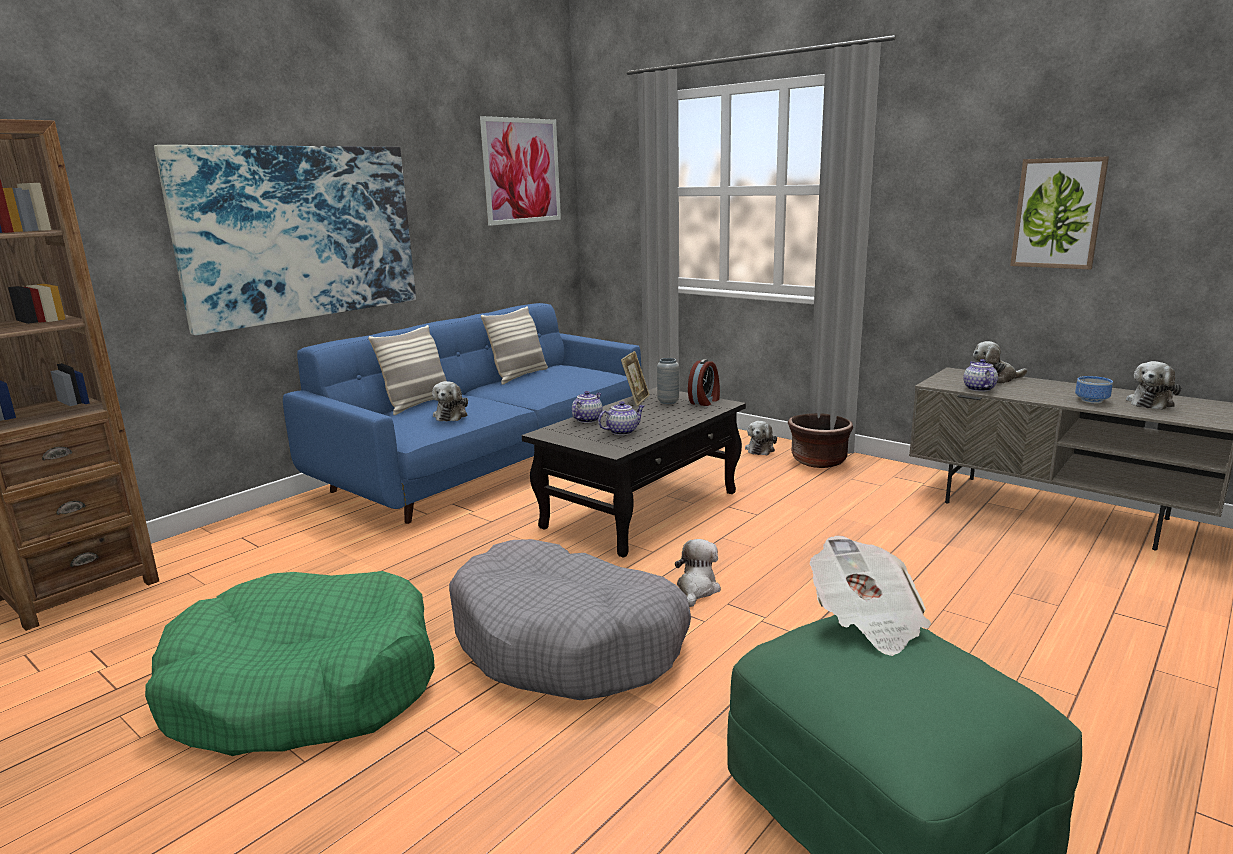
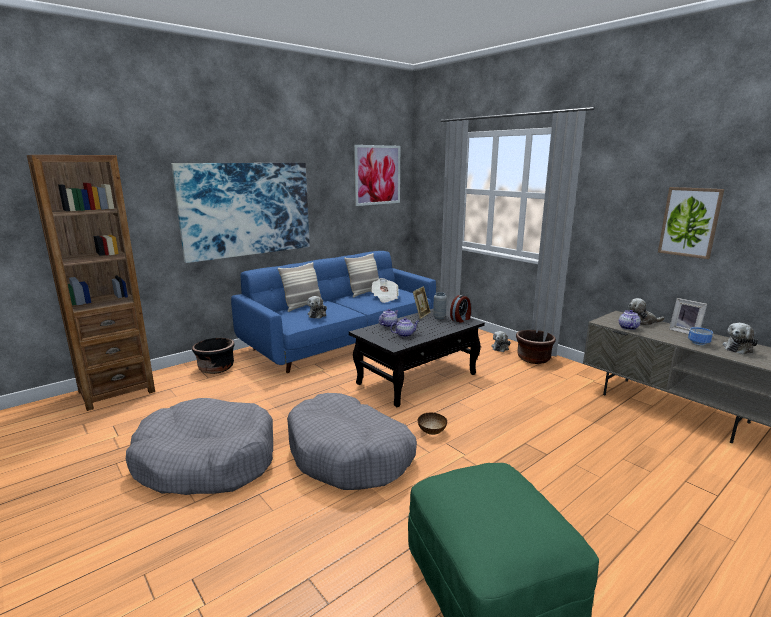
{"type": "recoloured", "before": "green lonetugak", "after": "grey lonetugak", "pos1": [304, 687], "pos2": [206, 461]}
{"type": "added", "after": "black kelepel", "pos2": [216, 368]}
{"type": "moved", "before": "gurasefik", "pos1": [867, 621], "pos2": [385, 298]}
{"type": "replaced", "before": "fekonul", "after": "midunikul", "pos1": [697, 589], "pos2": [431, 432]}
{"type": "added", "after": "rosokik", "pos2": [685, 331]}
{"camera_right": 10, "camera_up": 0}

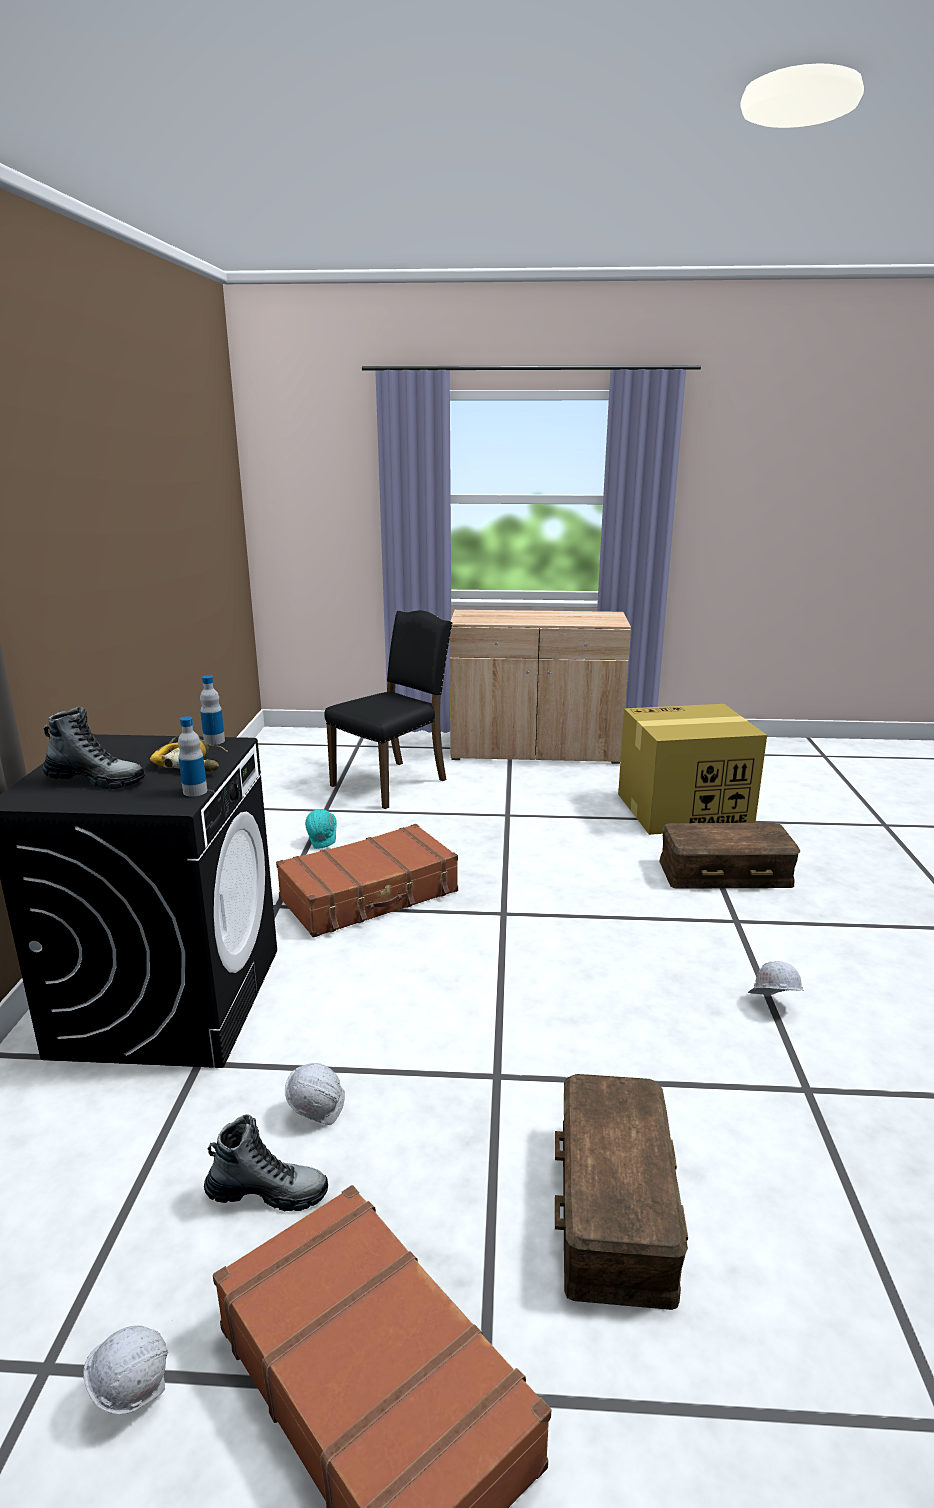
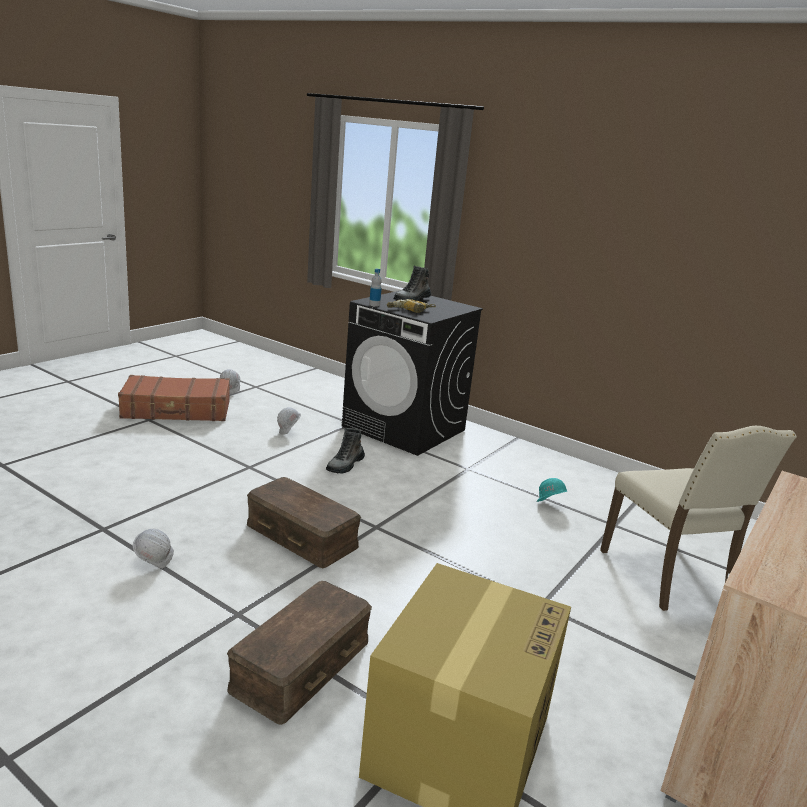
{"type": "moved", "before": "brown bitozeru", "pos1": [617, 1206], "pos2": [300, 536]}
{"type": "moved", "before": "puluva", "pos1": [267, 1193], "pos2": [345, 465]}
{"type": "recoloured", "before": "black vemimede", "after": "beige vemimede", "pos1": [393, 782], "pos2": [668, 577]}
{"type": "removed", "before": "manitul", "pos1": [214, 741]}
{"type": "removed", "before": "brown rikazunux", "pos1": [370, 896]}
{"camera_right": 120, "camera_up": 0}

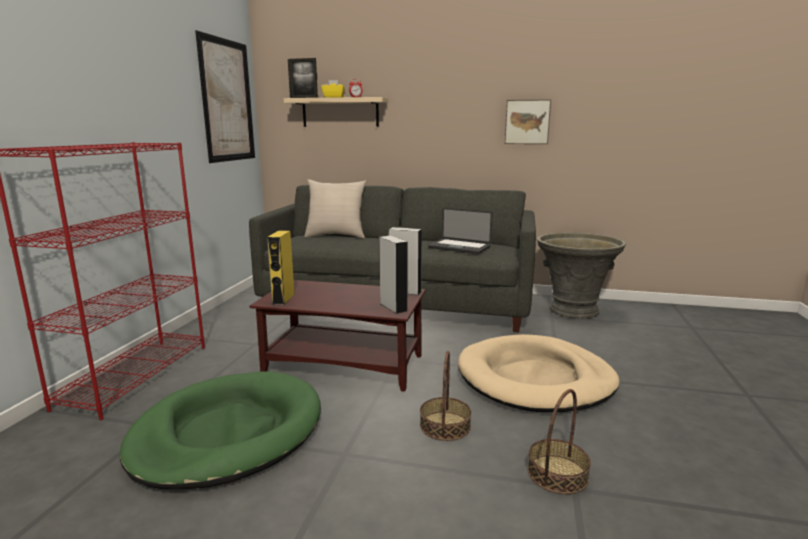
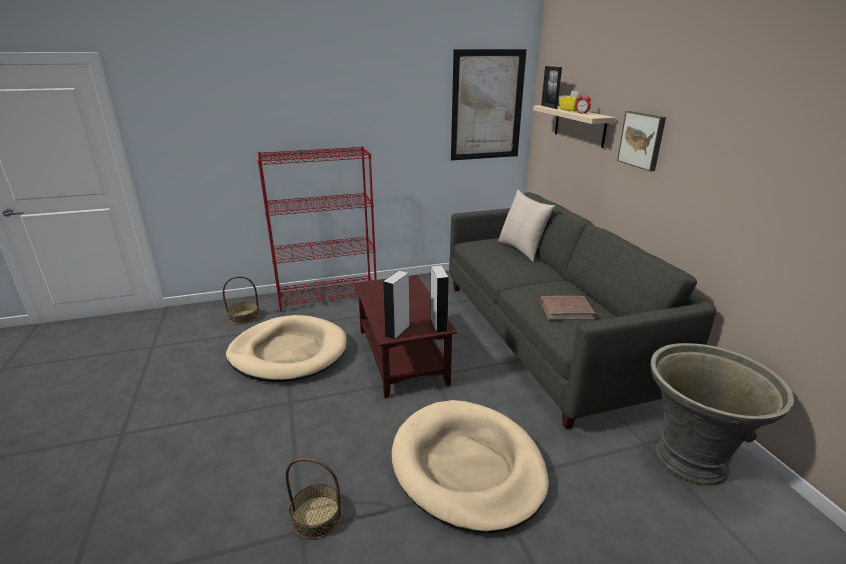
{"type": "moved", "before": "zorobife", "pos1": [444, 425], "pos2": [244, 317]}
{"type": "recoloured", "before": "green lonetugak", "after": "beige lonetugak", "pos1": [228, 433], "pos2": [288, 352]}
{"type": "replaced", "before": "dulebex", "after": "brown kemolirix", "pos1": [459, 247], "pos2": [566, 310]}
{"type": "moved", "before": "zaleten", "pos1": [527, 122], "pos2": [642, 140]}
{"type": "removed", "before": "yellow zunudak", "pos1": [283, 299]}
{"camera_right": 60, "camera_up": 10}

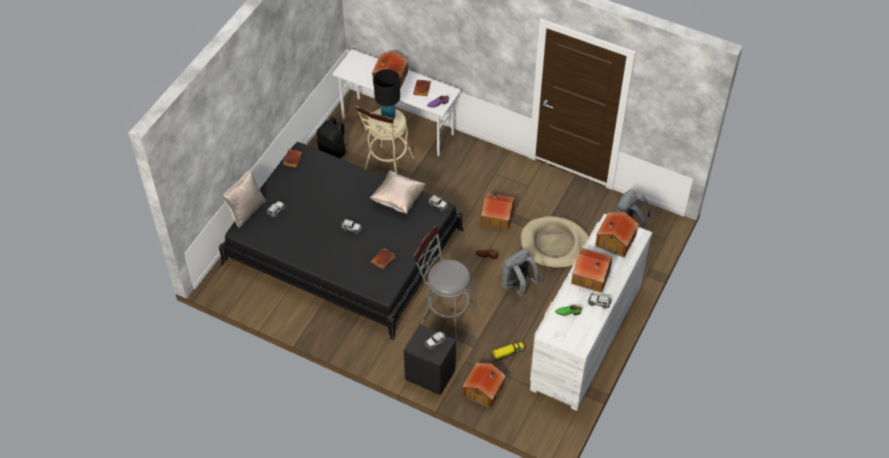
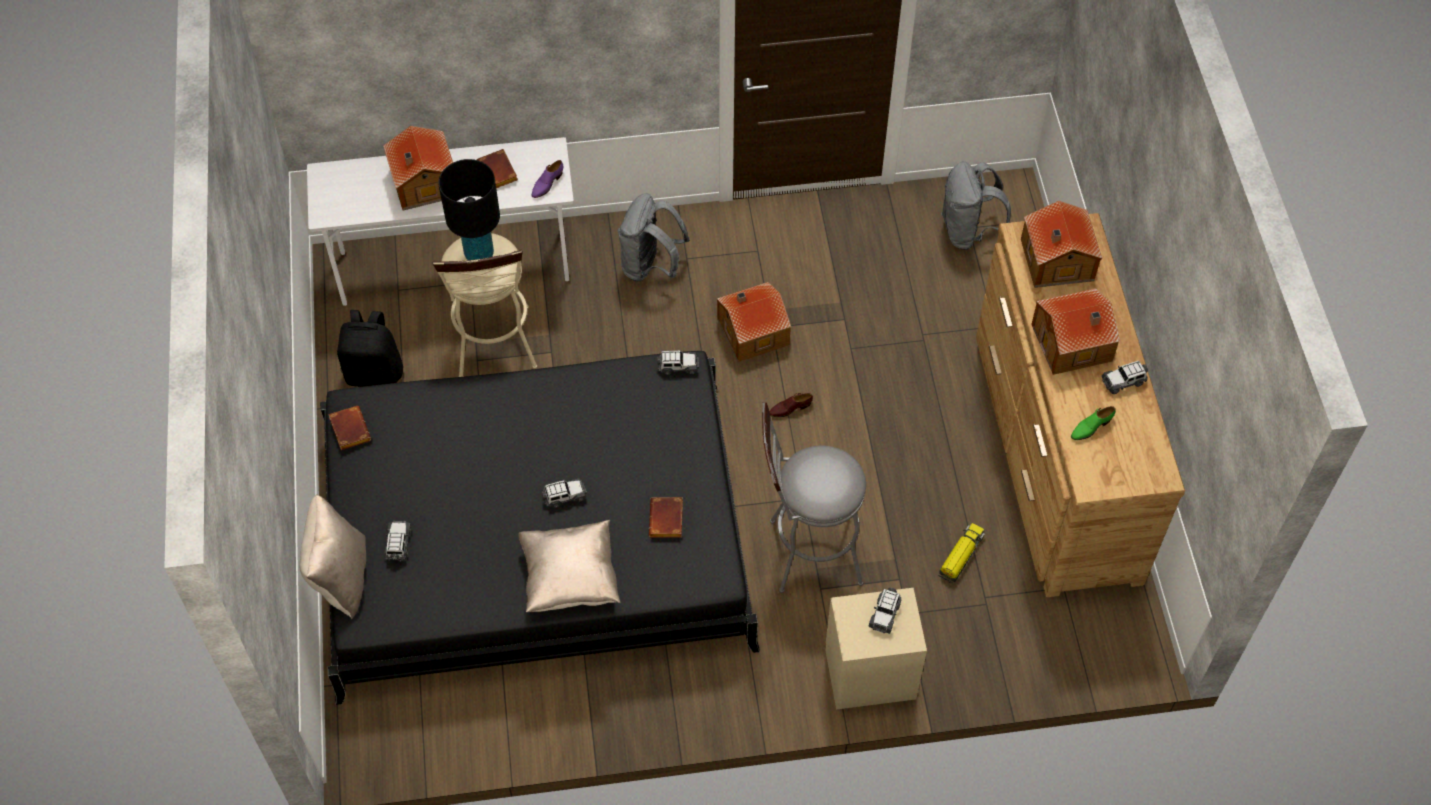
{"type": "moved", "before": "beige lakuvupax", "pos1": [398, 199], "pos2": [570, 579]}
{"type": "moved", "before": "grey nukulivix", "pos1": [517, 286], "pos2": [650, 266]}
{"type": "recoloured", "before": "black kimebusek", "after": "beige kimebusek", "pos1": [430, 375], "pos2": [870, 674]}
{"type": "recoloured", "before": "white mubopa", "after": "brown mubopa", "pos1": [585, 337], "pos2": [1055, 454]}
{"type": "removed", "before": "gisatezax", "pos1": [484, 390]}
{"type": "removed", "before": "beige lonetugak", "pos1": [554, 245]}
{"camera_right": -35, "camera_up": 5}

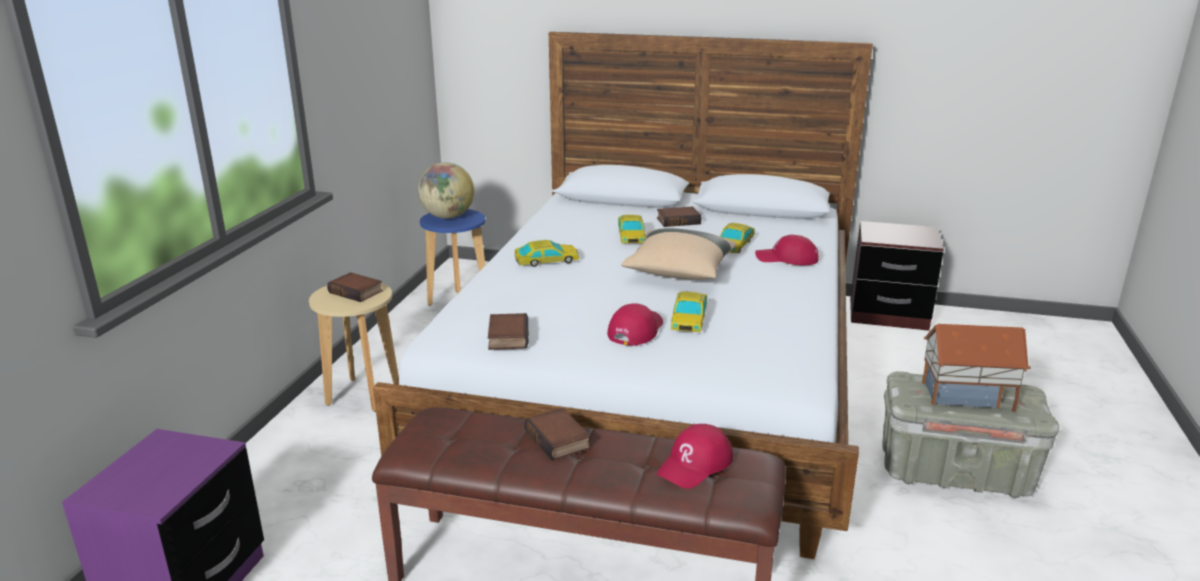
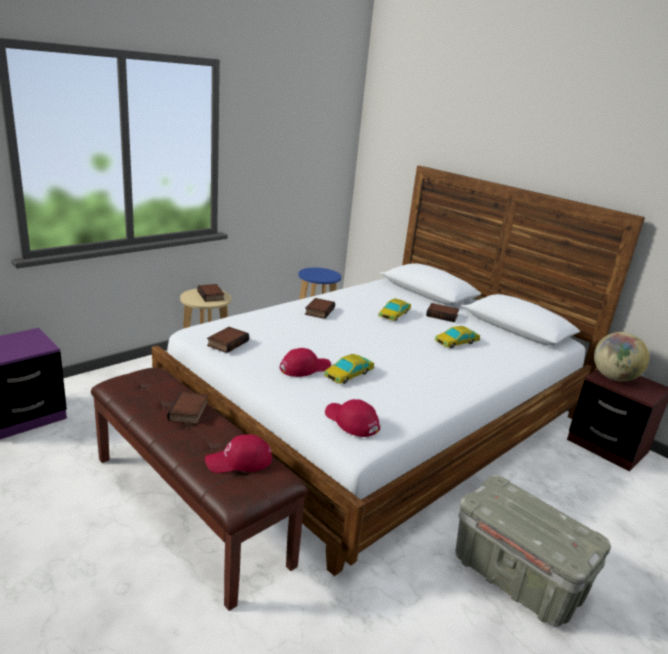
{"type": "replaced", "before": "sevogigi", "after": "kemolirix", "pos1": [546, 261], "pos2": [319, 311]}
{"type": "moved", "before": "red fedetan", "pos1": [786, 258], "pos2": [351, 421]}
{"type": "moved", "before": "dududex", "pos1": [447, 217], "pos2": [613, 378]}
{"type": "removed", "before": "beige lakuvupax", "pos1": [678, 273]}
{"type": "removed", "before": "gisatezax", "pos1": [967, 397]}
{"camera_right": 30, "camera_up": 0}

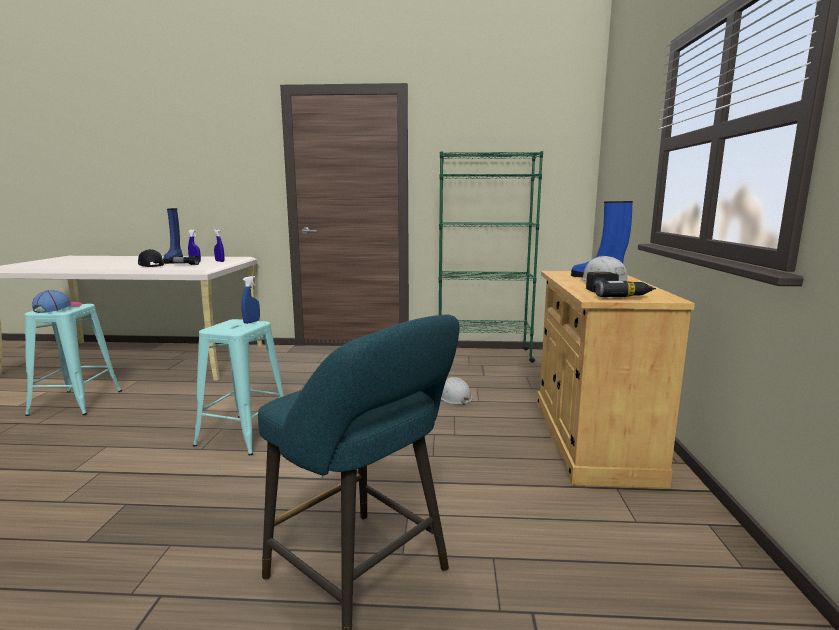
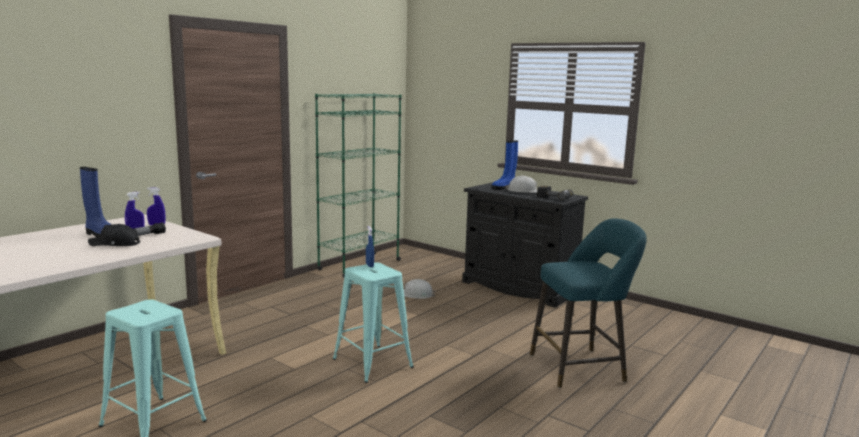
{"type": "recoloured", "before": "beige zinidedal", "after": "black zinidedal", "pos1": [591, 439], "pos2": [519, 288]}
{"type": "removed", "before": "fedetan", "pos1": [57, 308]}
{"camera_right": -55, "camera_up": 0}

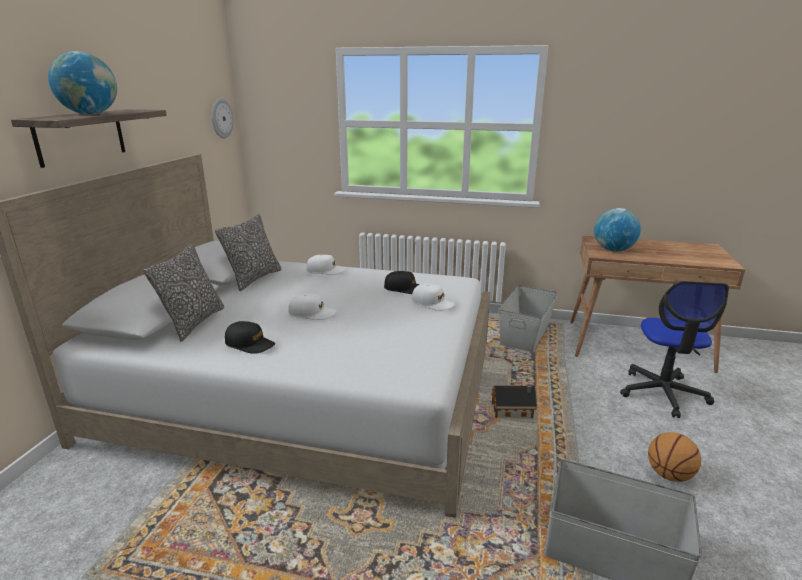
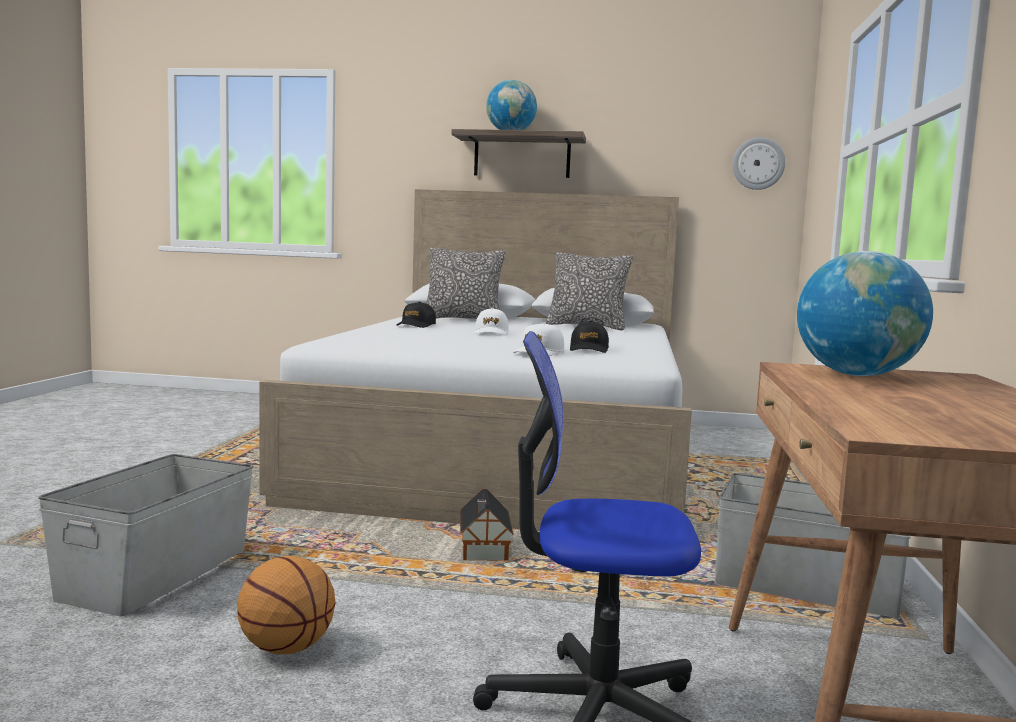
{"type": "removed", "before": "white fedetan", "pos1": [326, 270]}
{"camera_right": 85, "camera_up": -15}

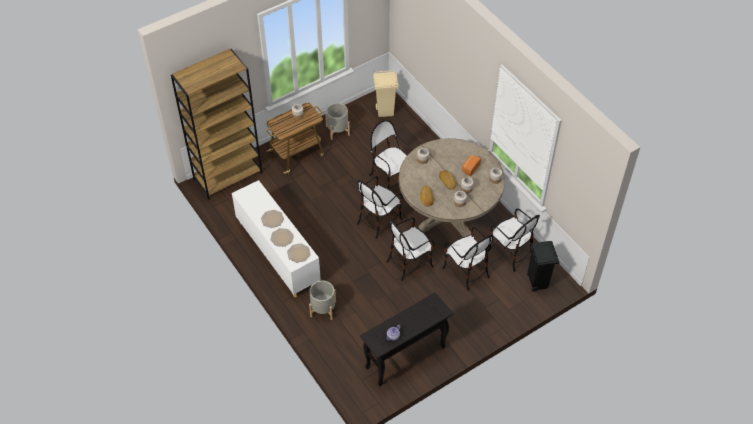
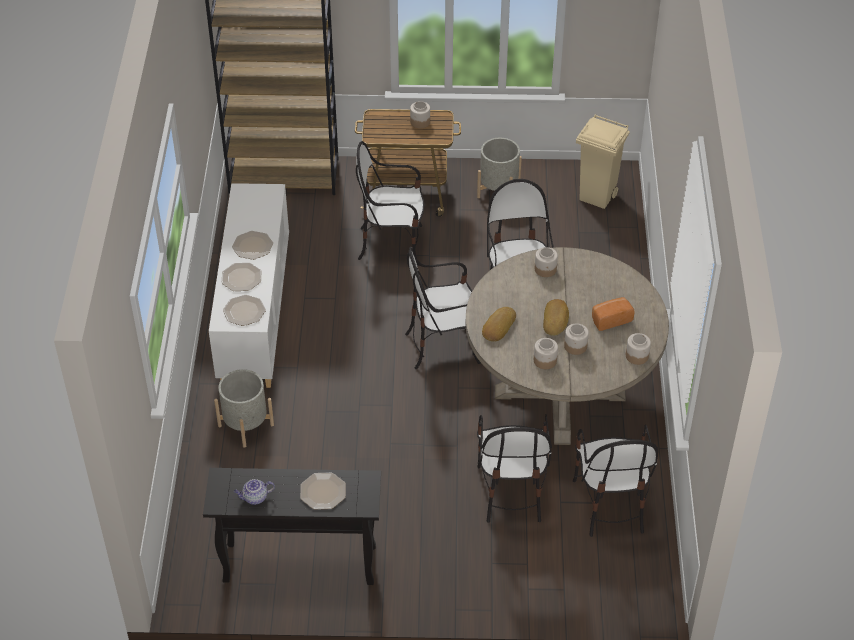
{"type": "added", "after": "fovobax", "pos2": [323, 491]}
{"type": "moved", "before": "vemimede", "pos1": [409, 262], "pos2": [392, 244]}
{"type": "removed", "before": "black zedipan", "pos1": [537, 282]}
{"camera_right": 35, "camera_up": -5}

